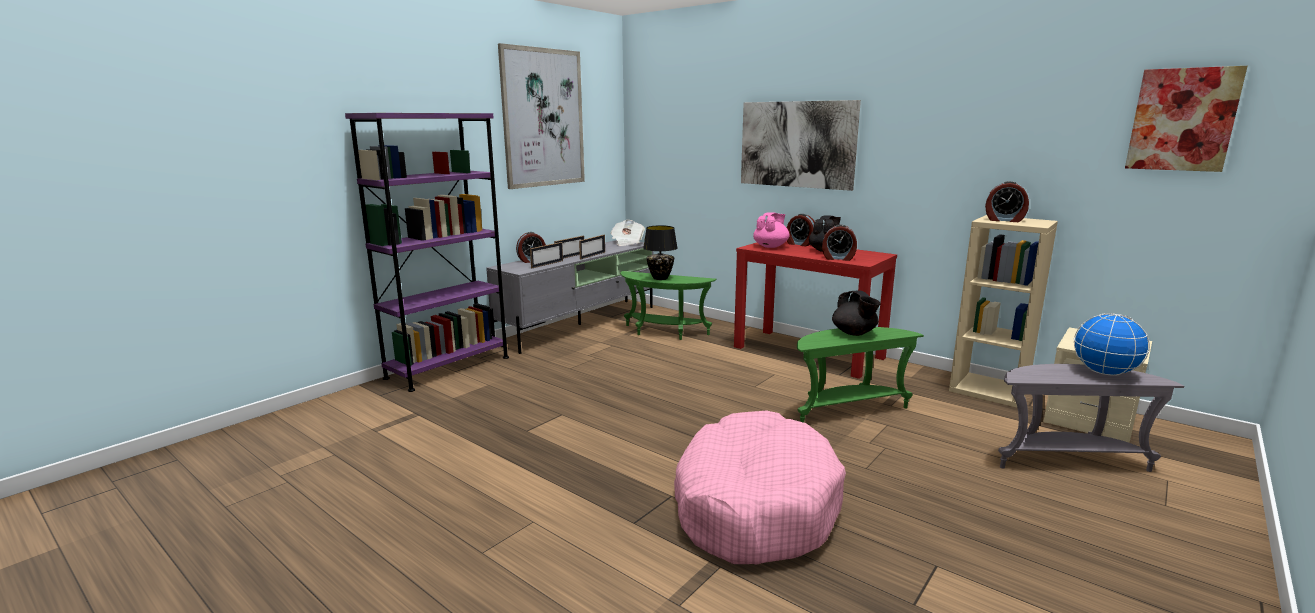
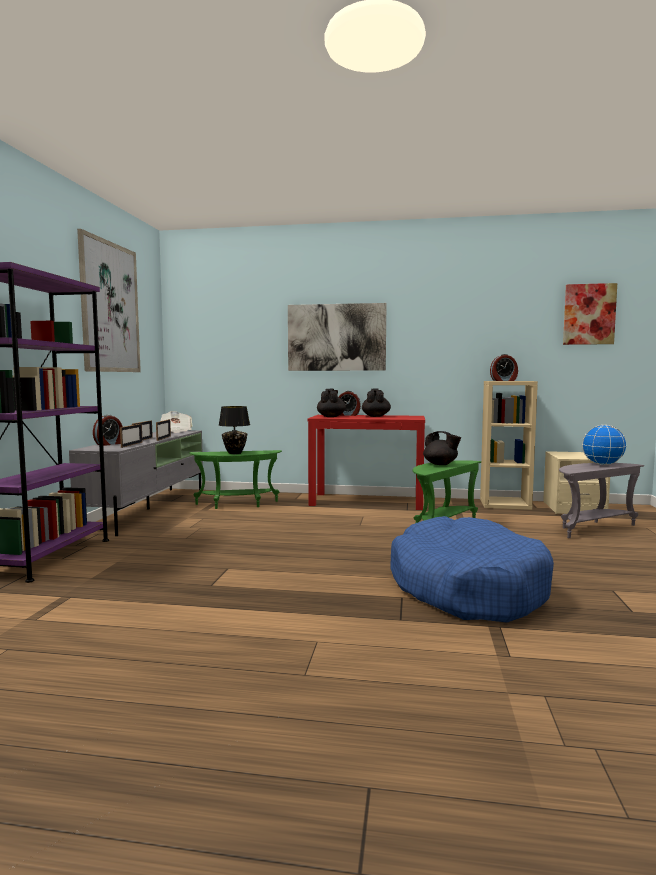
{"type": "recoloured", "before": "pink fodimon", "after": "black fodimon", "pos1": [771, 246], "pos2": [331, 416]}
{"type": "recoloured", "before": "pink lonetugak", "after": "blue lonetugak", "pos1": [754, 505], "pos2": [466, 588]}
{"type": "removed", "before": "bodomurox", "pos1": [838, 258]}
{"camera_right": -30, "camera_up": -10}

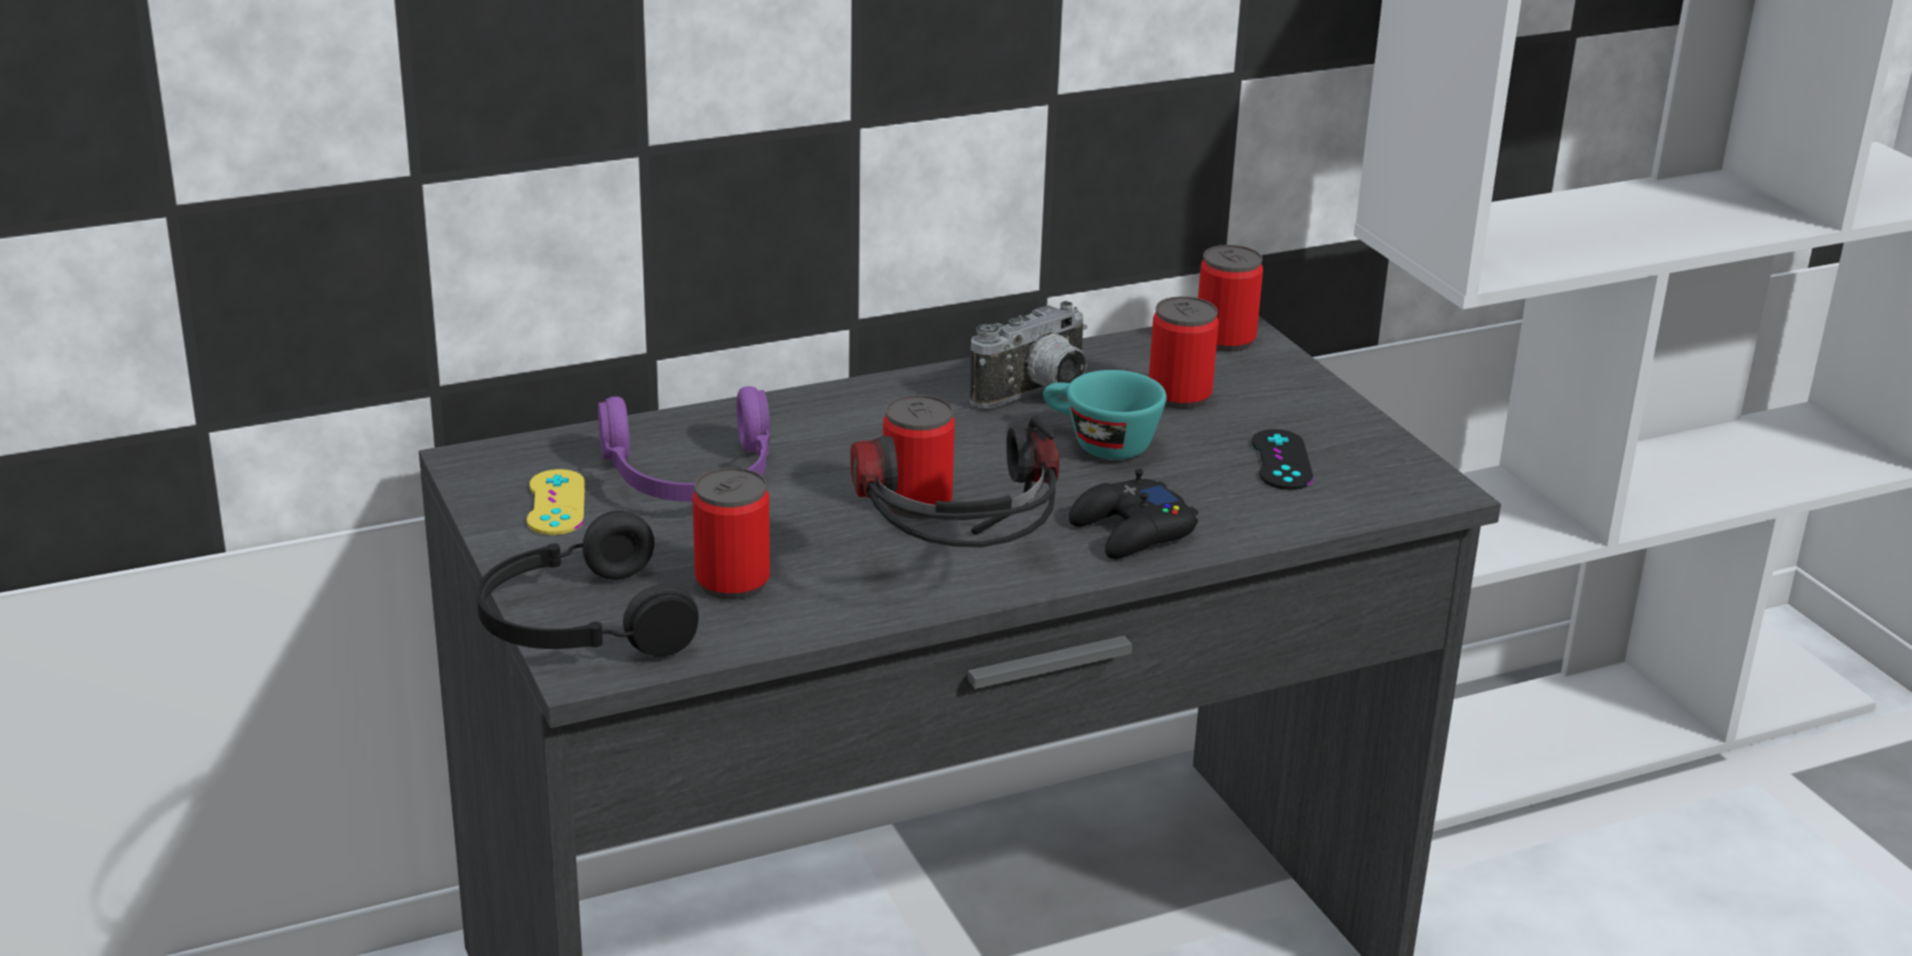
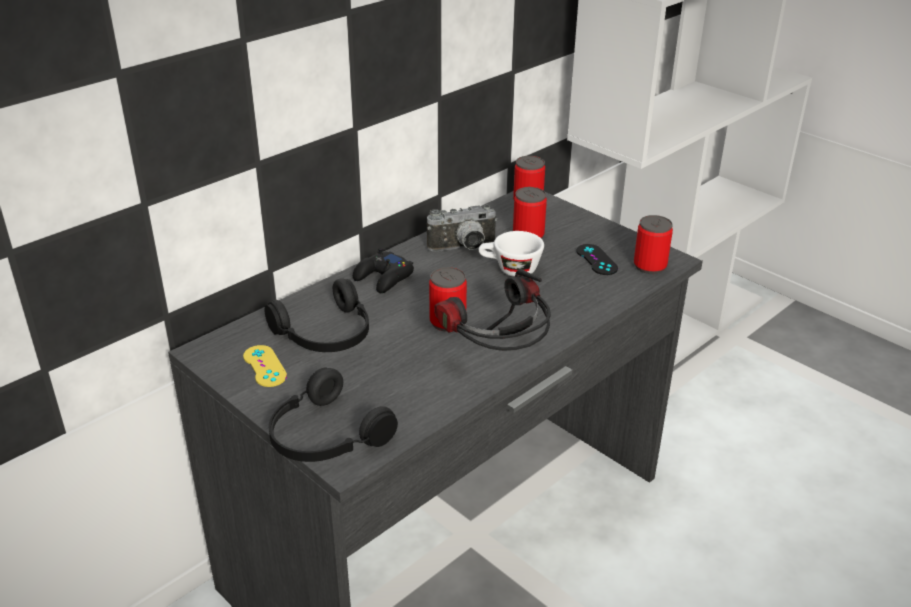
{"type": "recoloured", "before": "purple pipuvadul", "after": "black pipuvadul", "pos1": [691, 479], "pos2": [326, 335]}
{"type": "moved", "before": "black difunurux", "pos1": [1132, 532], "pos2": [384, 278]}
{"type": "turned", "before": "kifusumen", "pos1": [1037, 394], "pos2": [463, 249], "turn": 45}
{"type": "recoloured", "before": "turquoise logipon", "after": "white logipon", "pos1": [1098, 444], "pos2": [510, 269]}
{"type": "moved", "before": "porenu", "pos1": [732, 582], "pos2": [649, 266]}
{"camera_right": -20, "camera_up": 5}

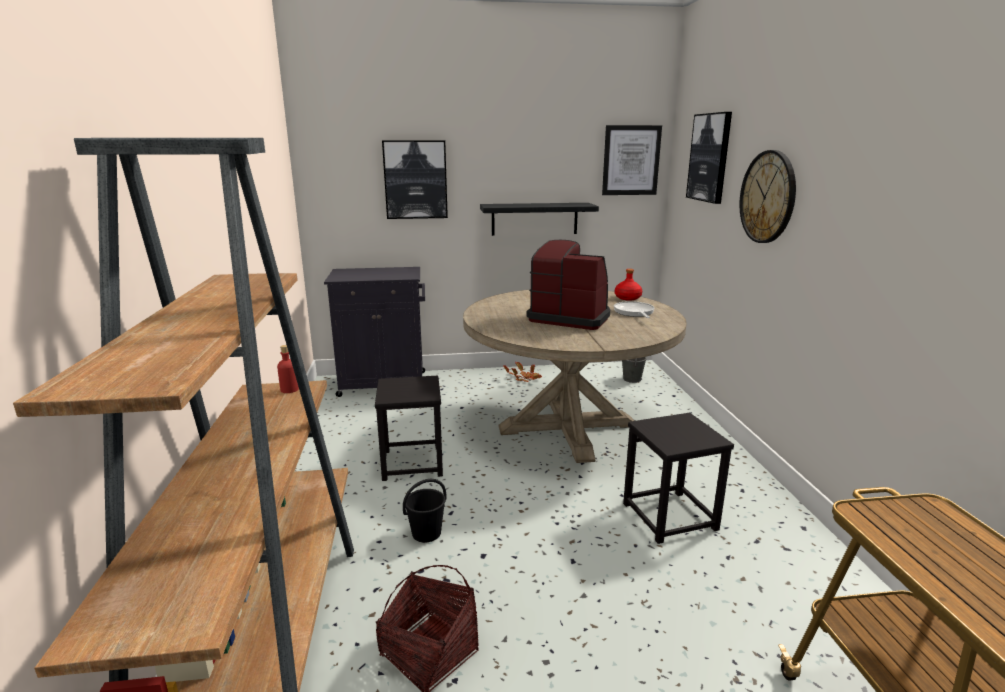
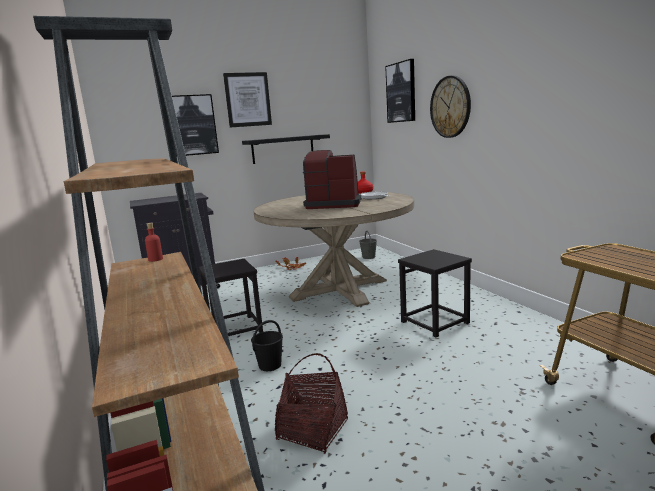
{"type": "moved", "before": "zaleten", "pos1": [631, 160], "pos2": [248, 99]}
{"camera_right": -15, "camera_up": -5}

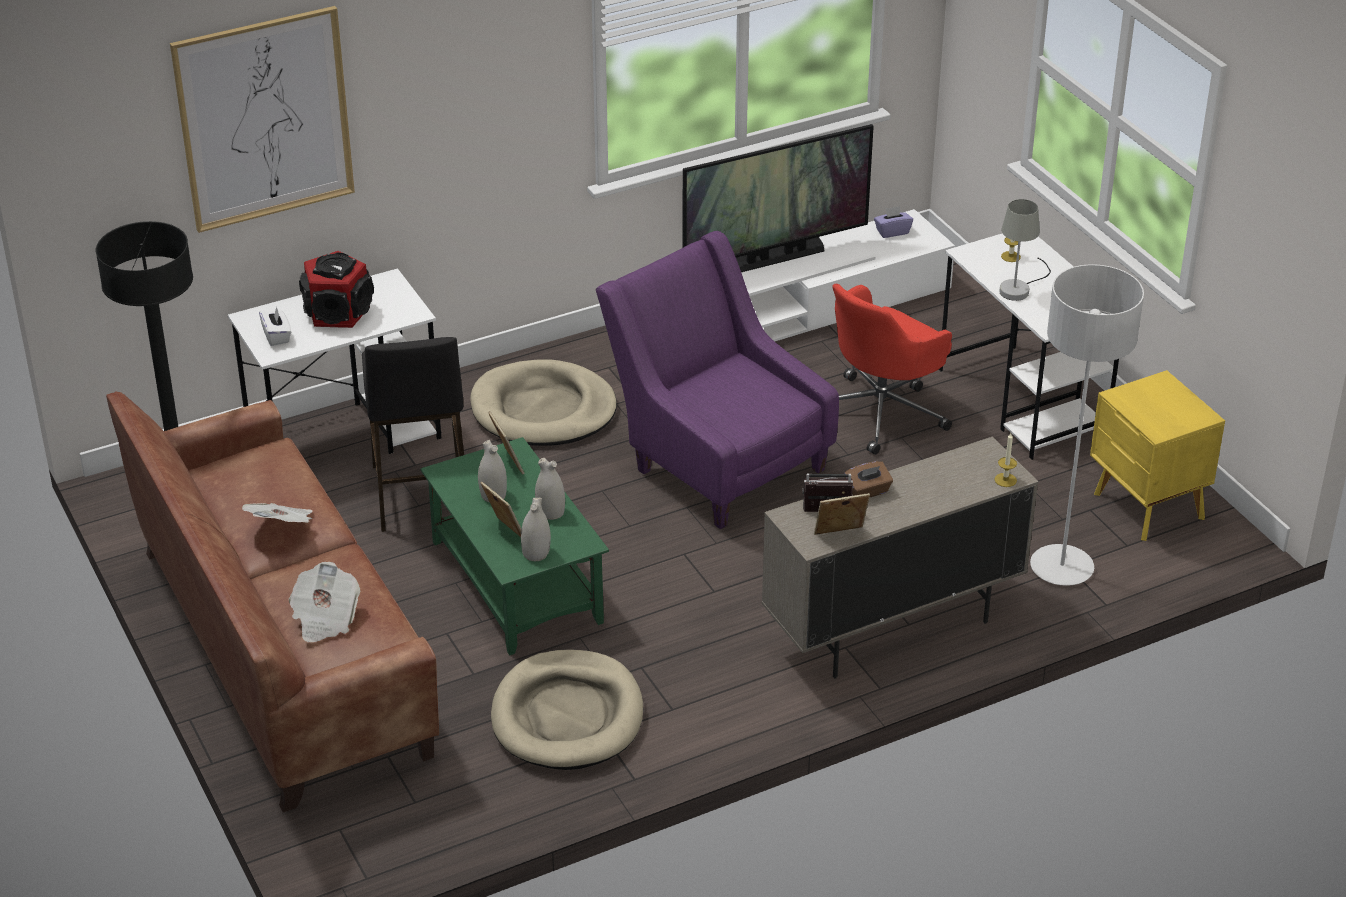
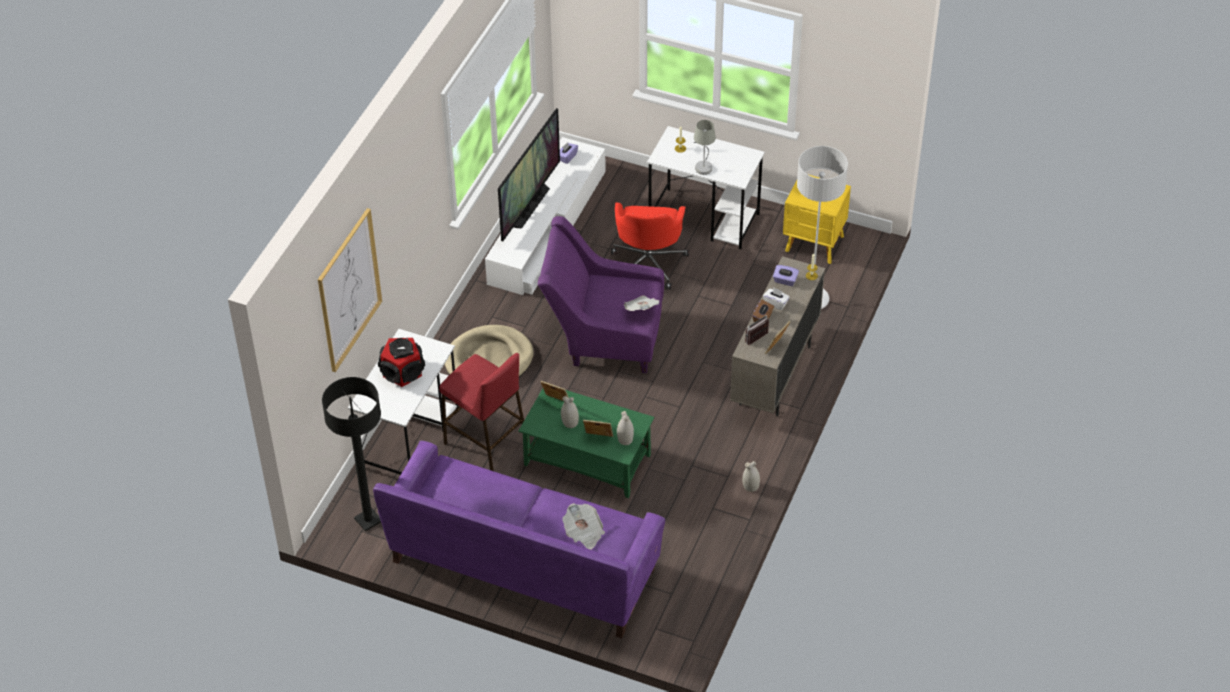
{"type": "recoloured", "before": "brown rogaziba", "after": "purple rogaziba", "pos1": [283, 651], "pos2": [524, 565]}
{"type": "recoloured", "before": "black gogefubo", "after": "red gogefubo", "pos1": [421, 494], "pos2": [486, 443]}
{"type": "moved", "before": "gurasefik", "pos1": [282, 527], "pos2": [641, 310]}
{"type": "moved", "before": "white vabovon", "pos1": [550, 512], "pos2": [750, 486]}
{"type": "moved", "before": "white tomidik", "pos1": [277, 336], "pos2": [776, 303]}
{"type": "added", "after": "purple tomidik", "pos2": [785, 281]}
{"type": "removed", "before": "beige lonetugak", "pos1": [567, 716]}
{"camera_right": -40, "camera_up": 10}

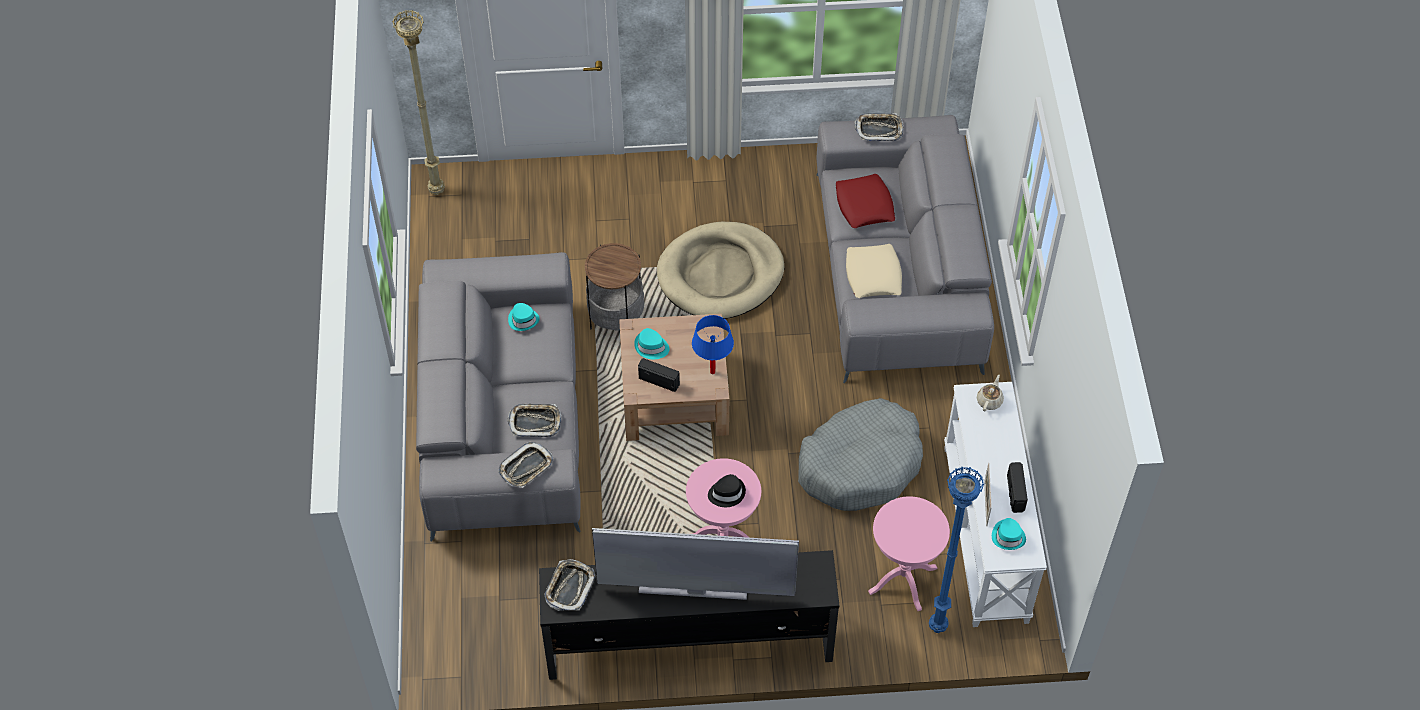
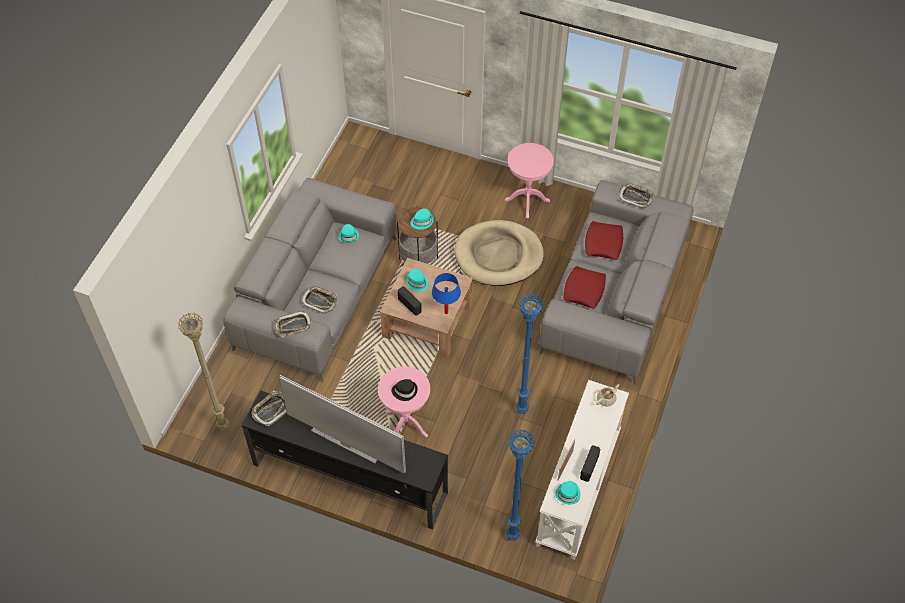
{"type": "moved", "before": "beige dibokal", "pos1": [438, 191], "pos2": [224, 427]}
{"type": "added", "after": "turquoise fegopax", "pos2": [422, 221]}
{"type": "moved", "before": "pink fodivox", "pos1": [903, 580], "pos2": [527, 200]}
{"type": "replaced", "before": "grey lonetugak", "after": "blue dibokal", "pos1": [860, 464], "pos2": [521, 410]}
{"type": "recoloured", "before": "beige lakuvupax", "after": "red lakuvupax", "pos1": [873, 275], "pos2": [584, 290]}
{"camera_right": 25, "camera_up": 0}

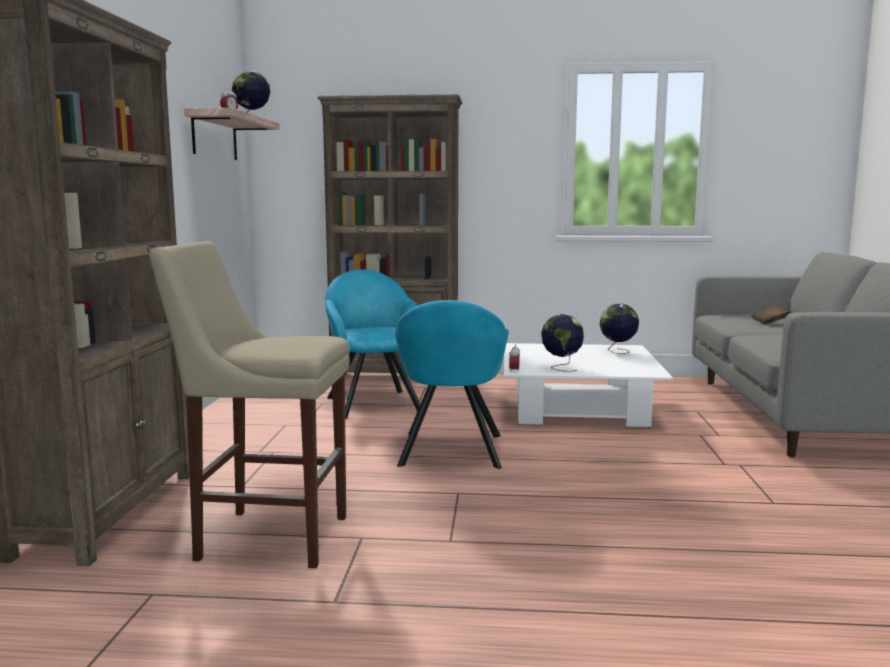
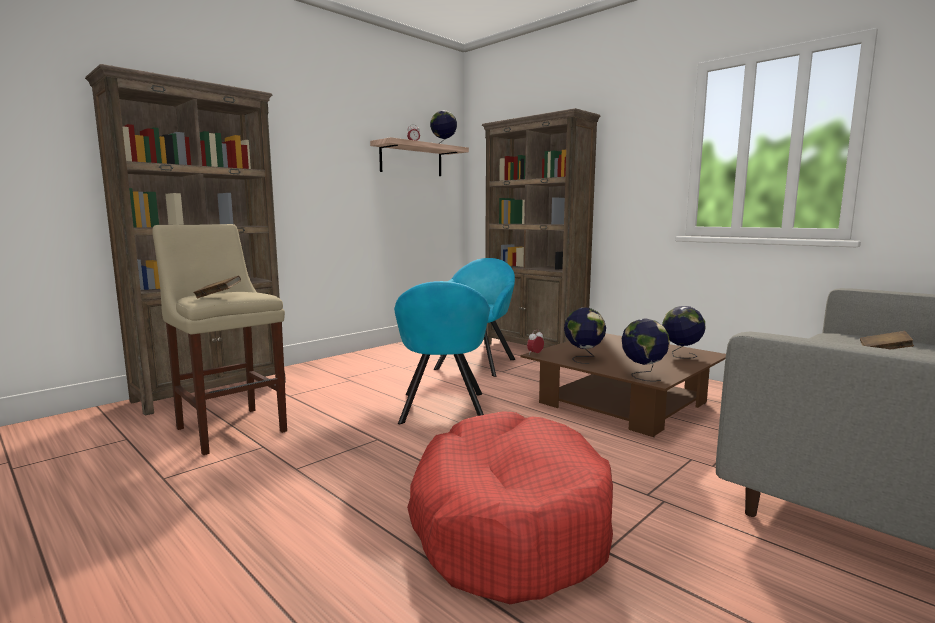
{"type": "added", "after": "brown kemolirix", "pos2": [218, 297]}
{"type": "turned", "before": "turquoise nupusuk", "pos1": [451, 452], "pos2": [442, 409], "turn": -45}
{"type": "added", "after": "red lonetugak", "pos2": [508, 523]}
{"type": "recoloured", "before": "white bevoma", "after": "brown bevoma", "pos1": [578, 408], "pos2": [623, 403]}
{"type": "added", "after": "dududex", "pos2": [643, 375]}
{"camera_right": 40, "camera_up": 0}

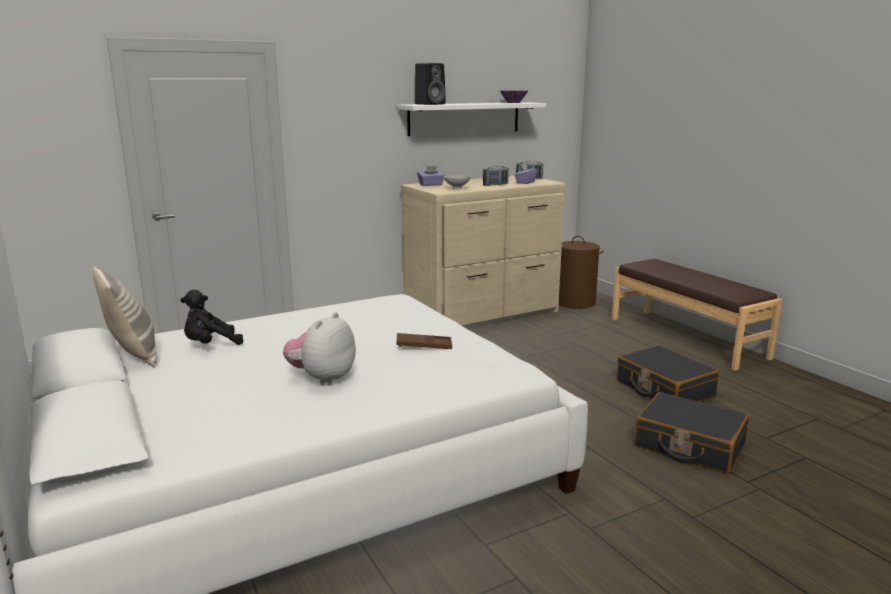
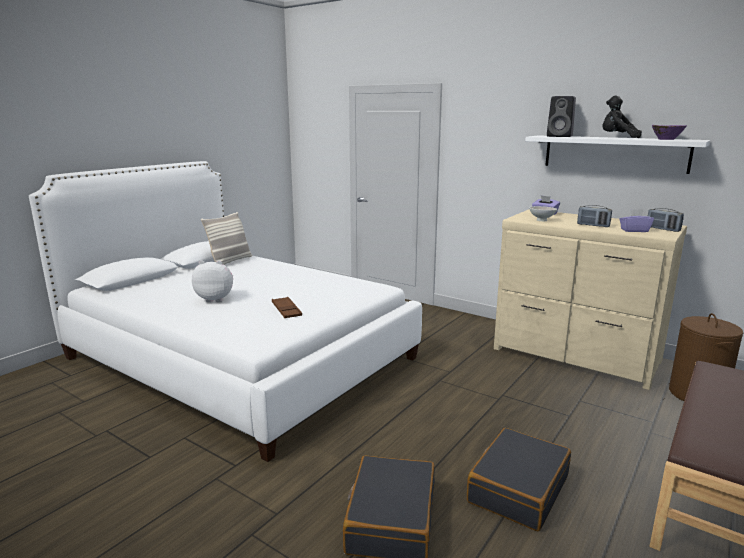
{"type": "moved", "before": "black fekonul", "pos1": [210, 345], "pos2": [617, 138]}
{"camera_right": 65, "camera_up": 0}

